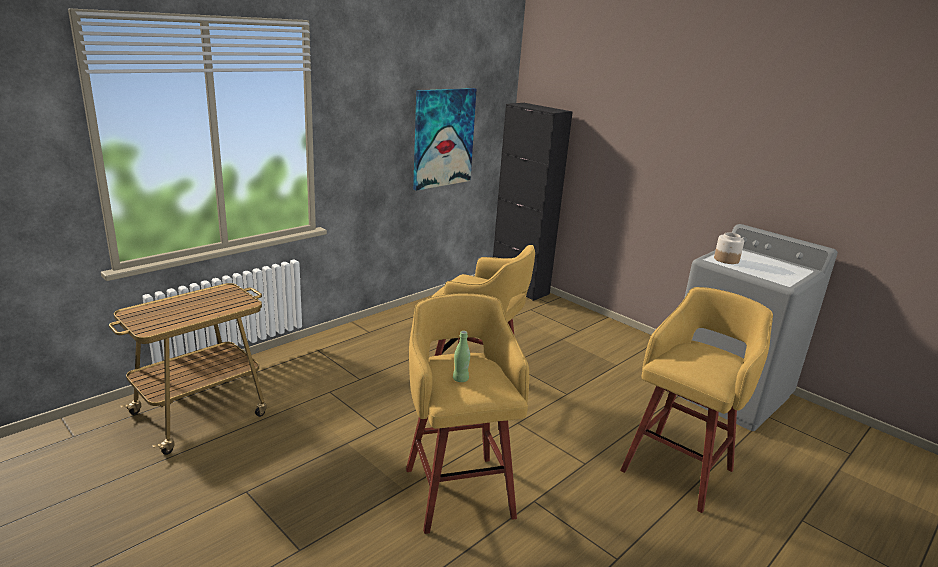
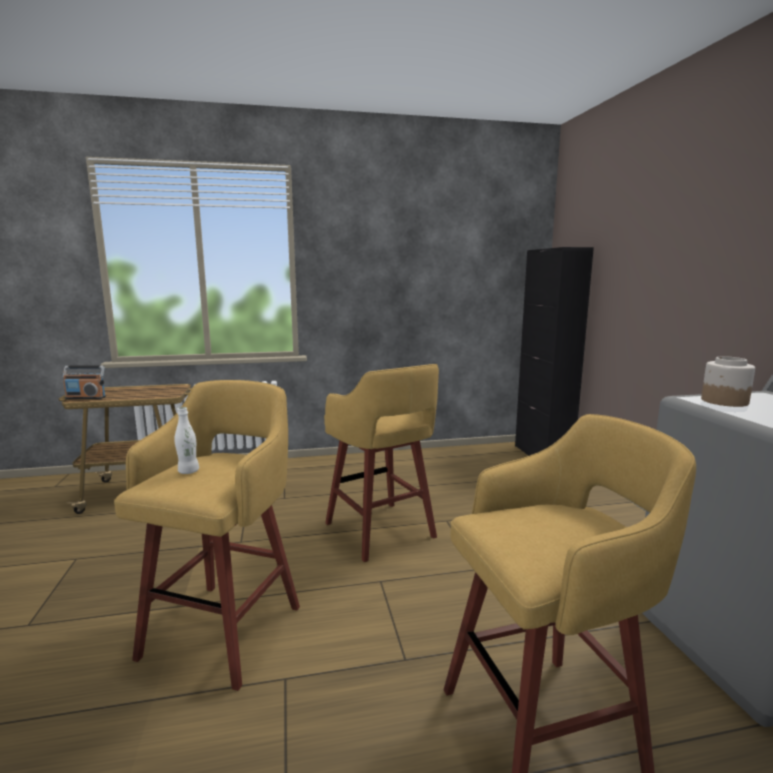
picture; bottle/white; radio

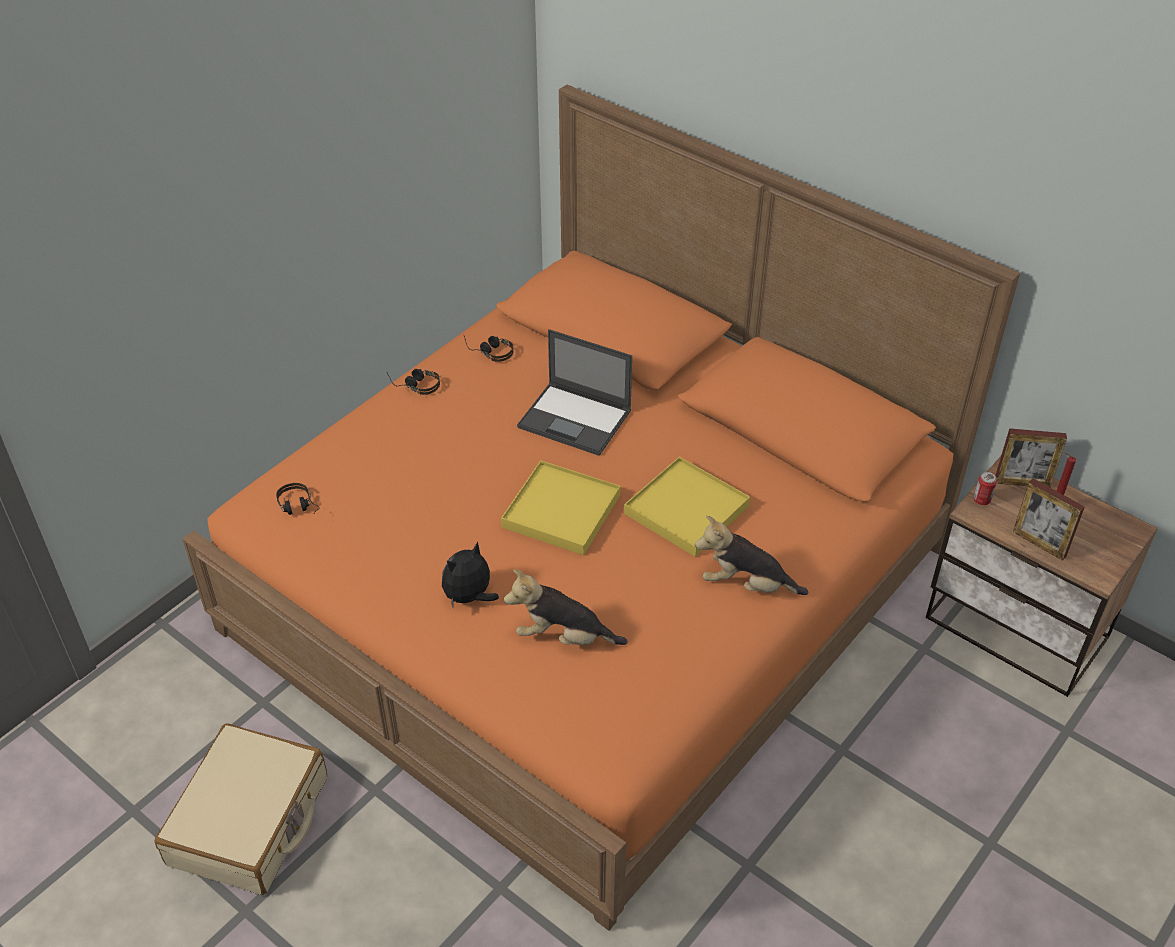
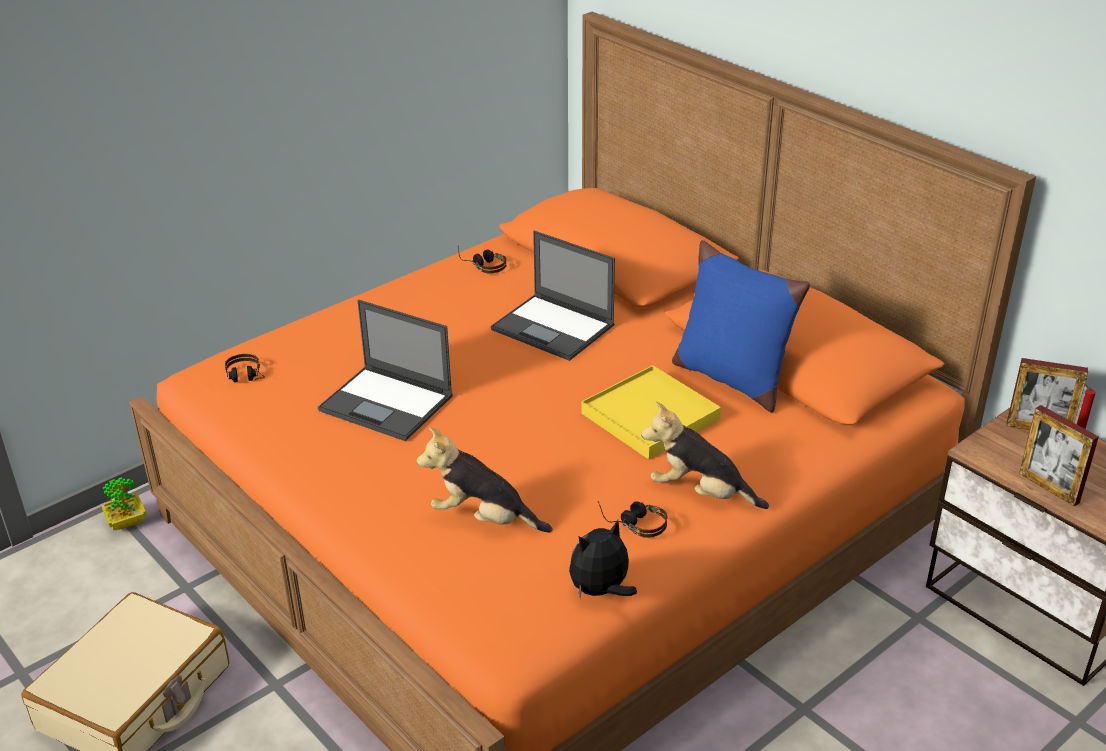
headphones (no. 3 from left); tray/yellow (no. 1 from left in the first image); can; plush toy (no. 2 from left); pillow/blue; laptop (no. 1 from left); potted plant

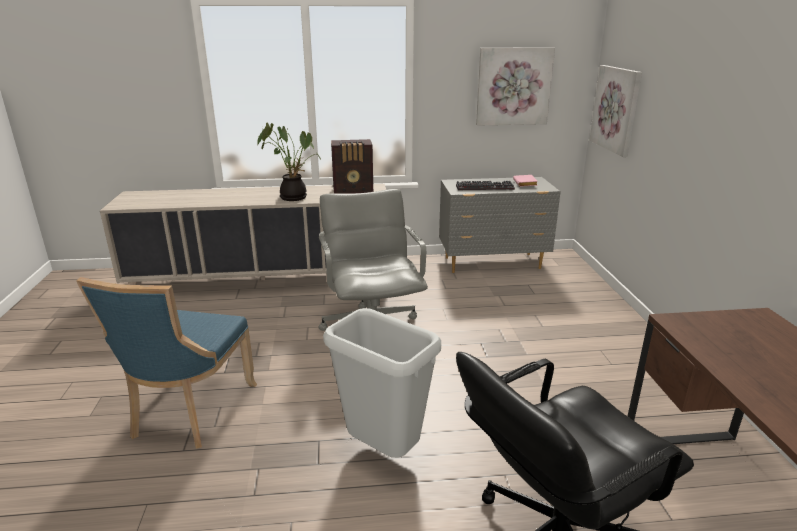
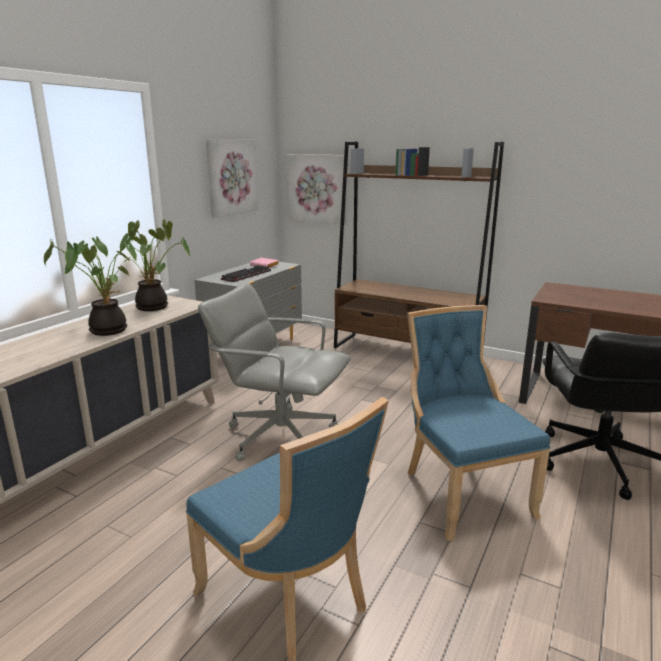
potted plant (no. 2 from left); chair/blue (no. 2 from left); bookcase/brown

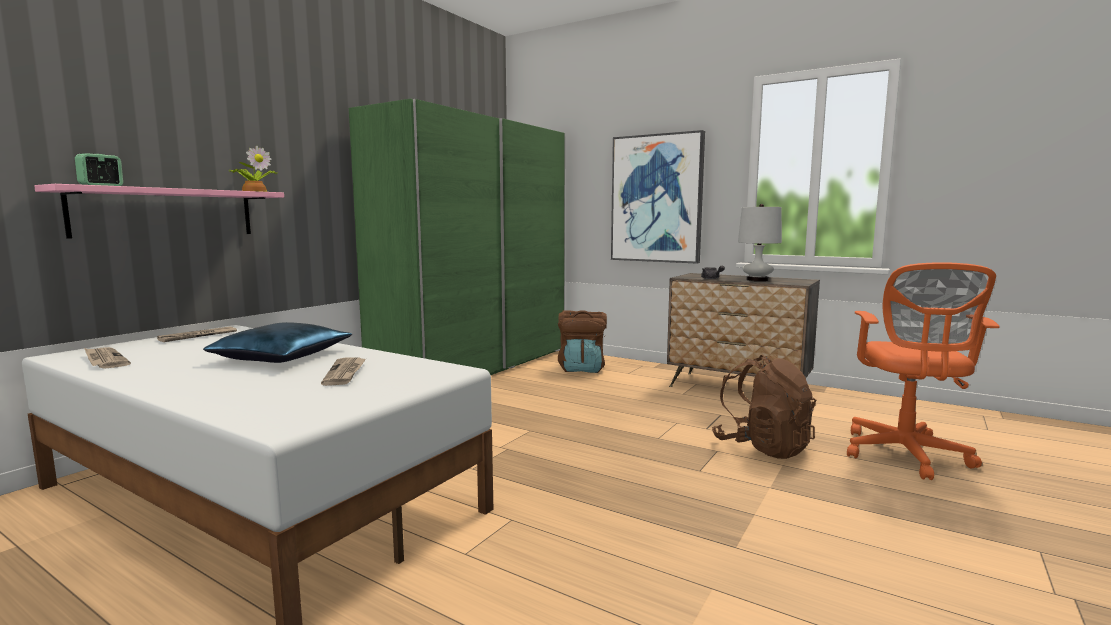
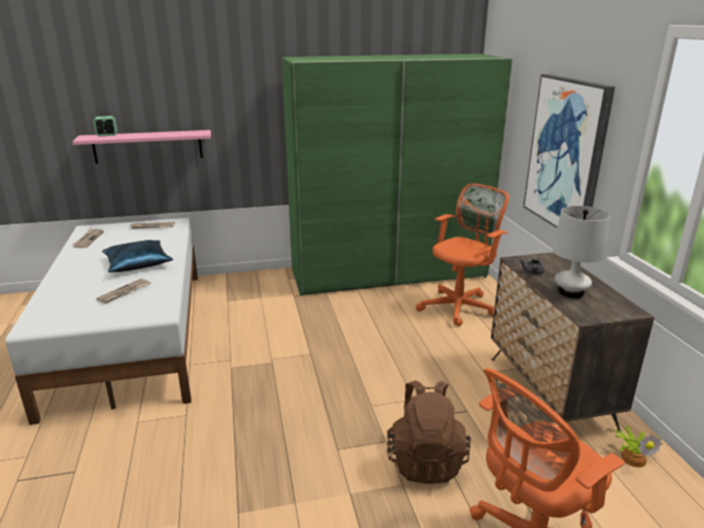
potted plant; office chair/orange (no. 1 from left)

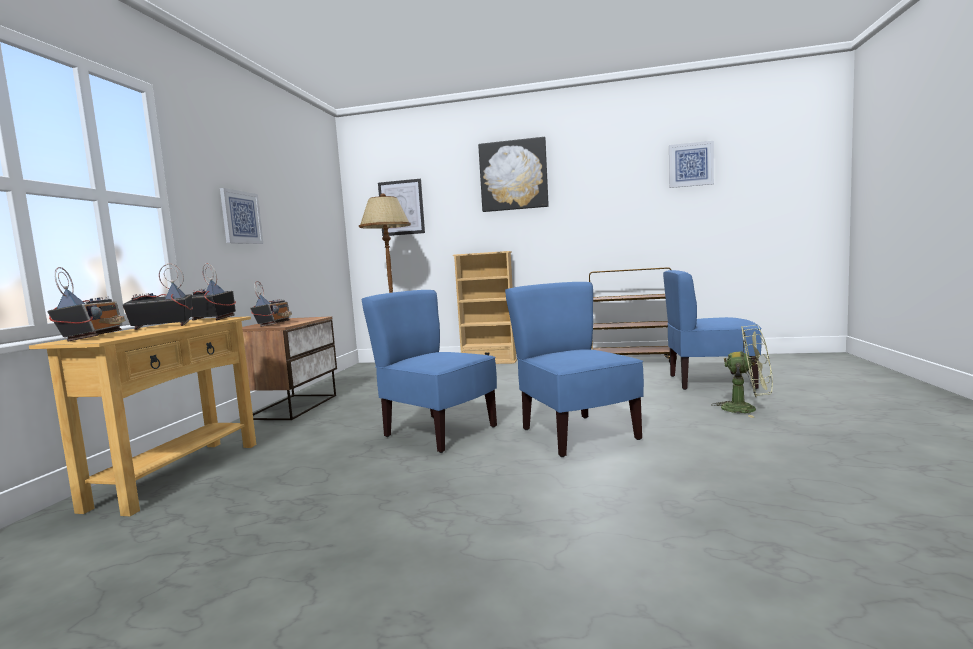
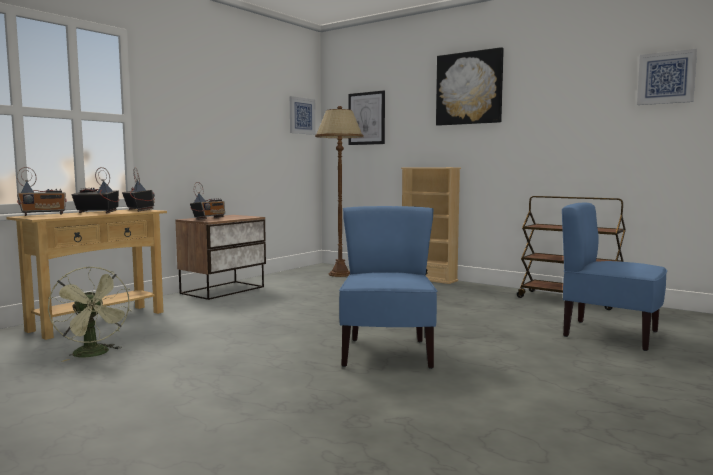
picture (no. 1 from left); radio (no. 1 from left); chair/blue (no. 1 from left in the first image); fan/green

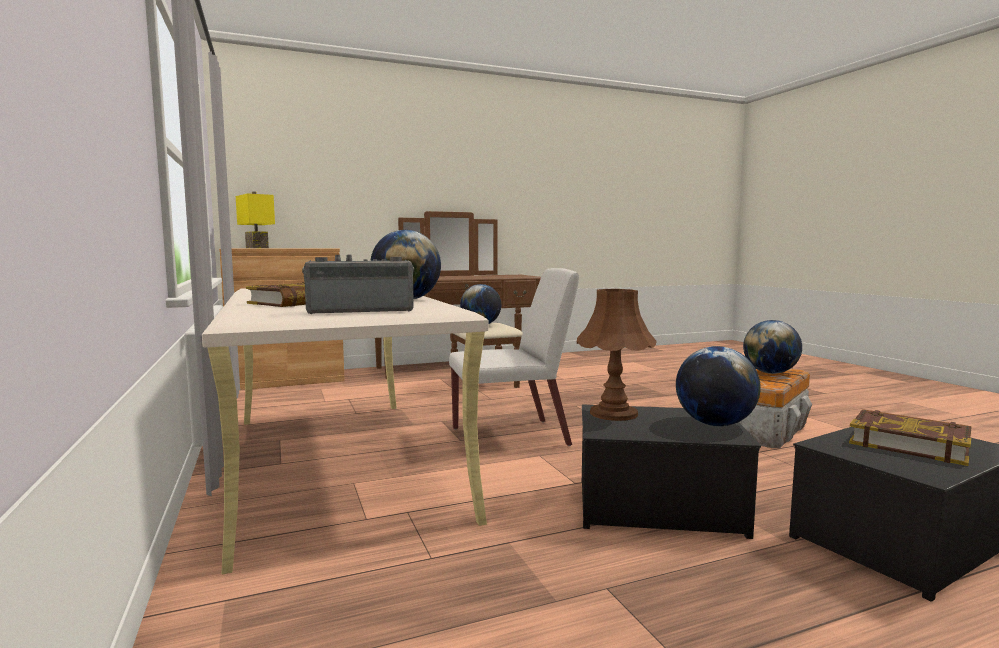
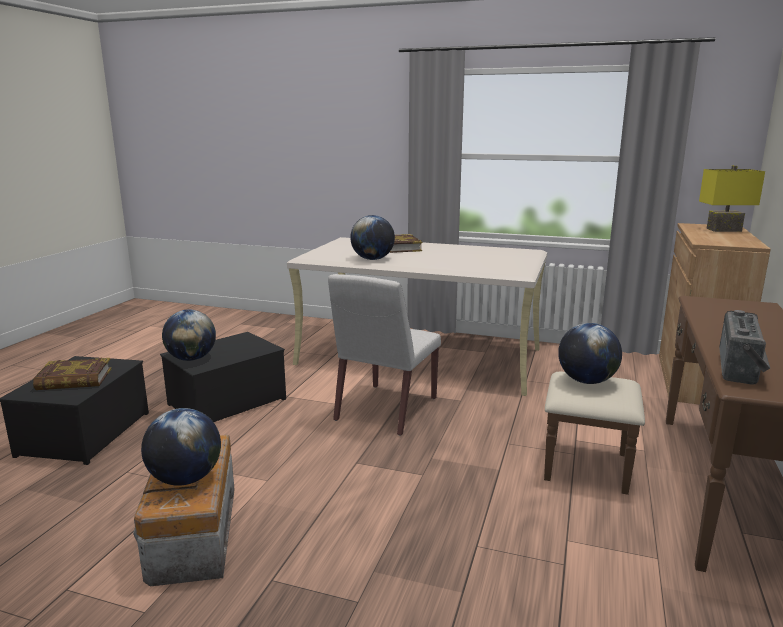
radio; table lamp/brown

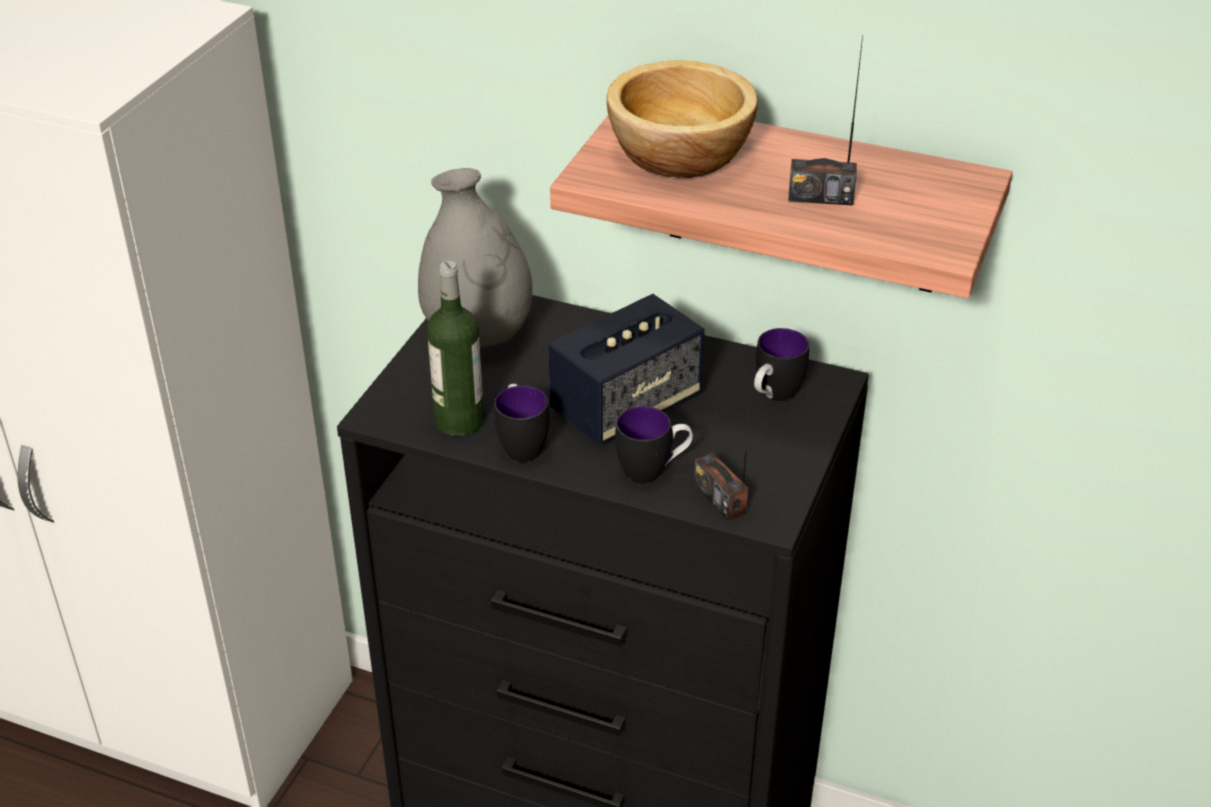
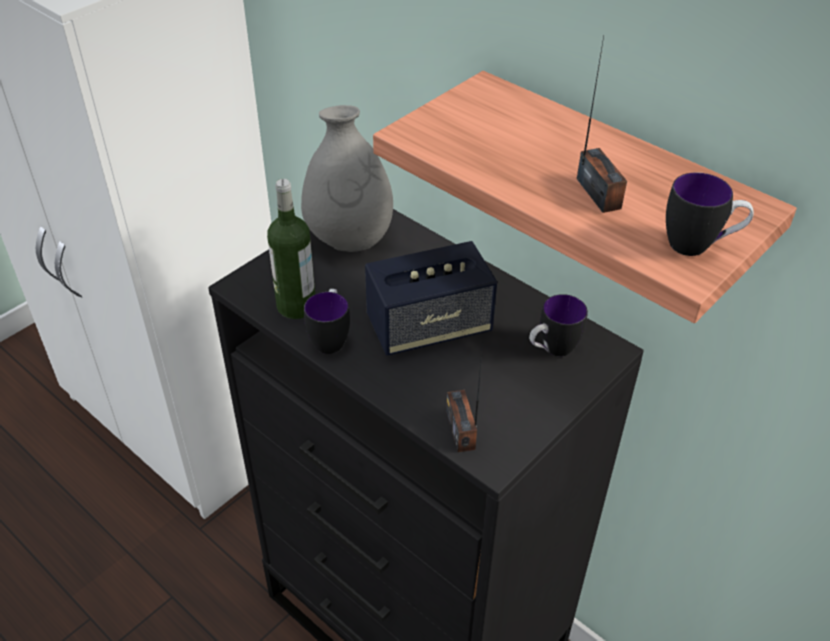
radio (no. 2 from left); bowl; mug (no. 3 from left)

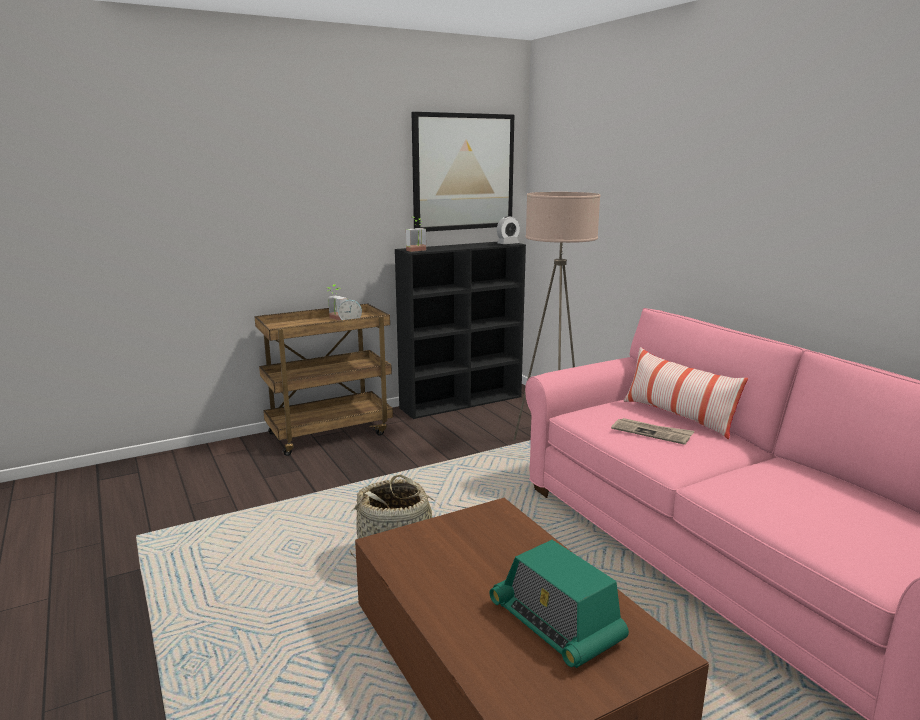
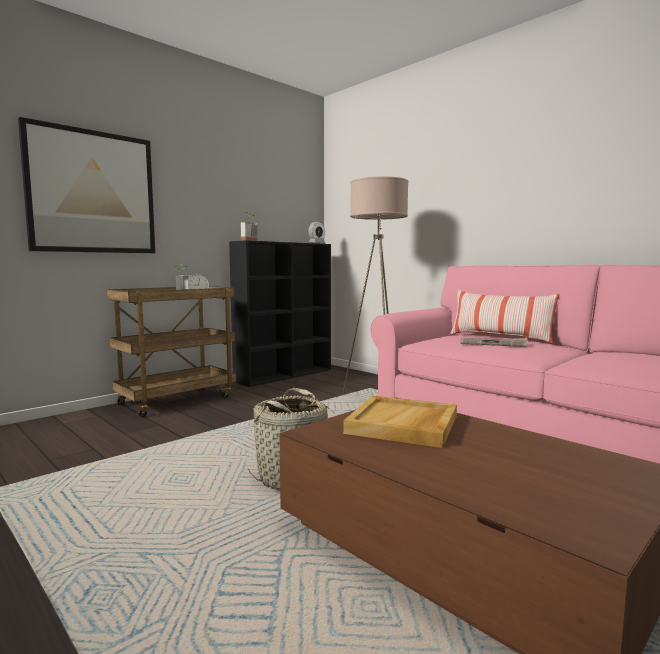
picture; radio; tray/beige

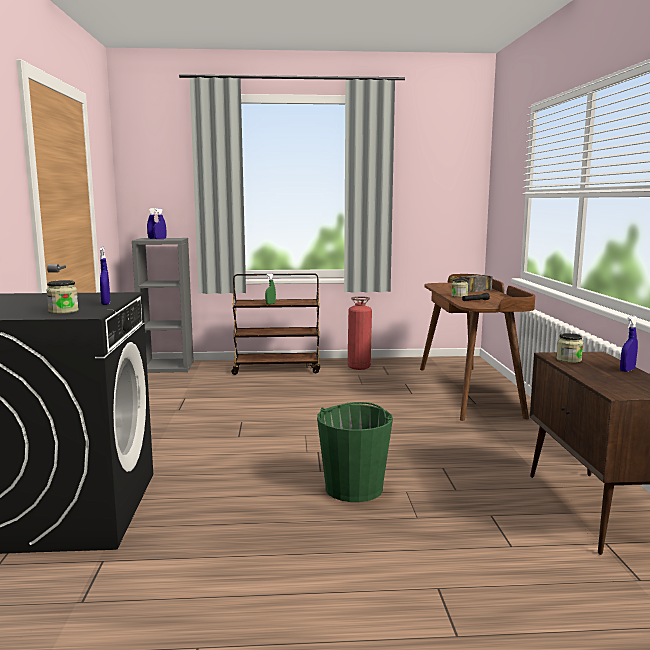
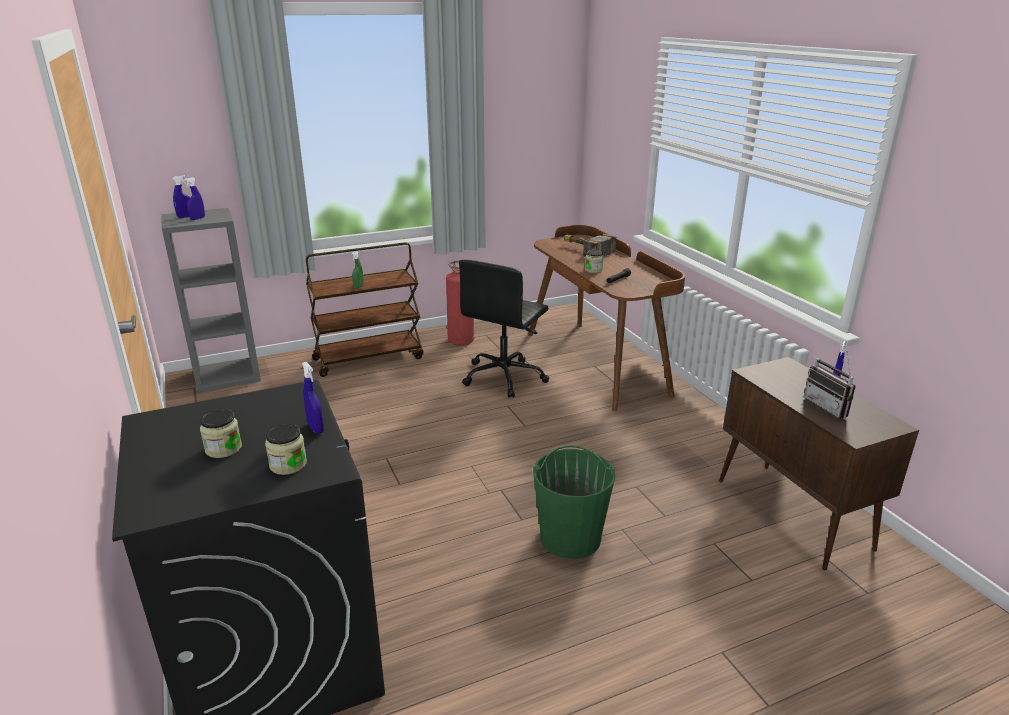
jar (no. 1 from left); office chair/black; radio

